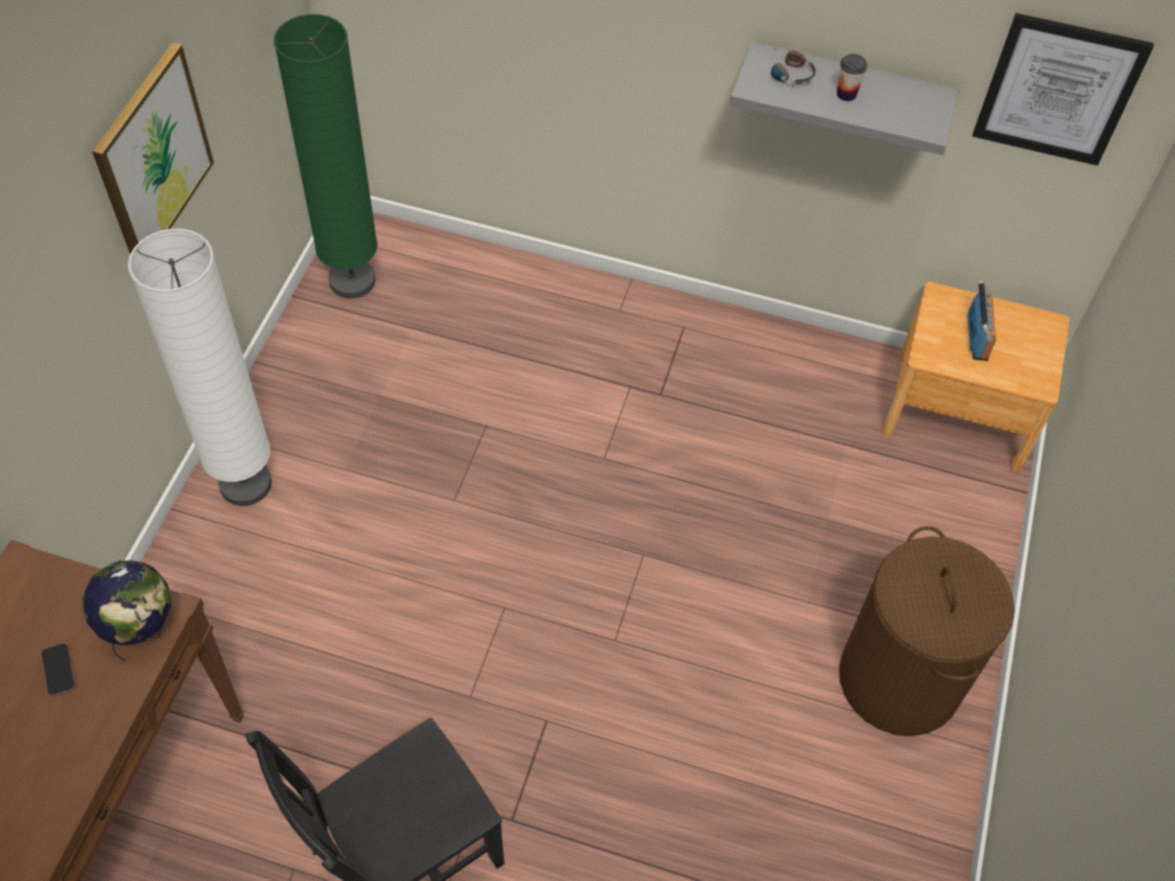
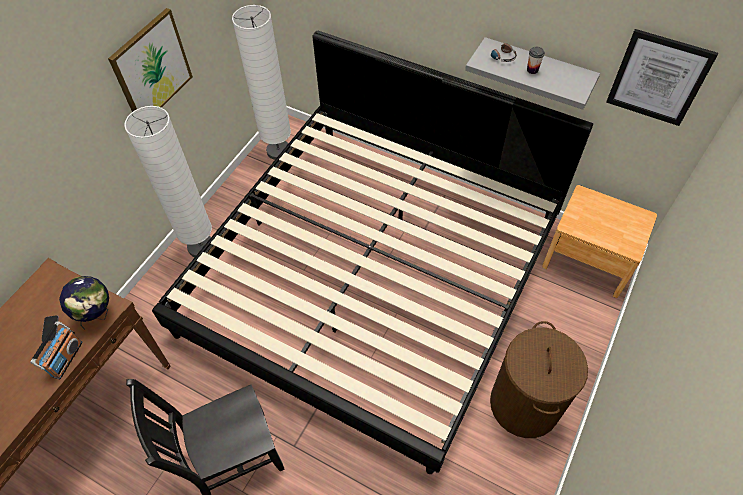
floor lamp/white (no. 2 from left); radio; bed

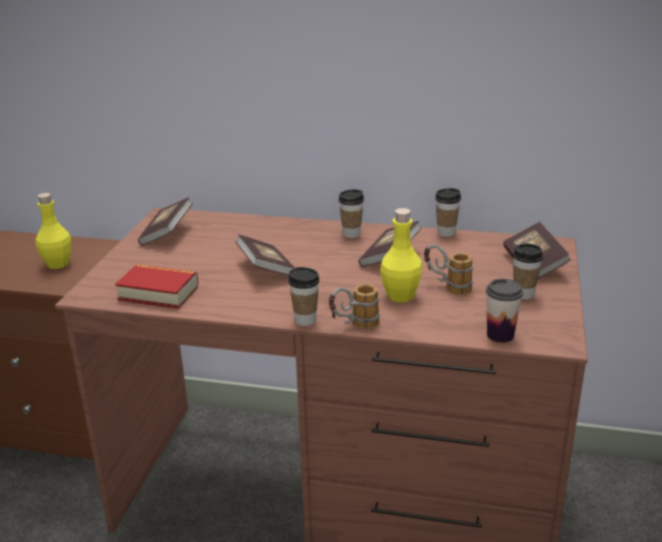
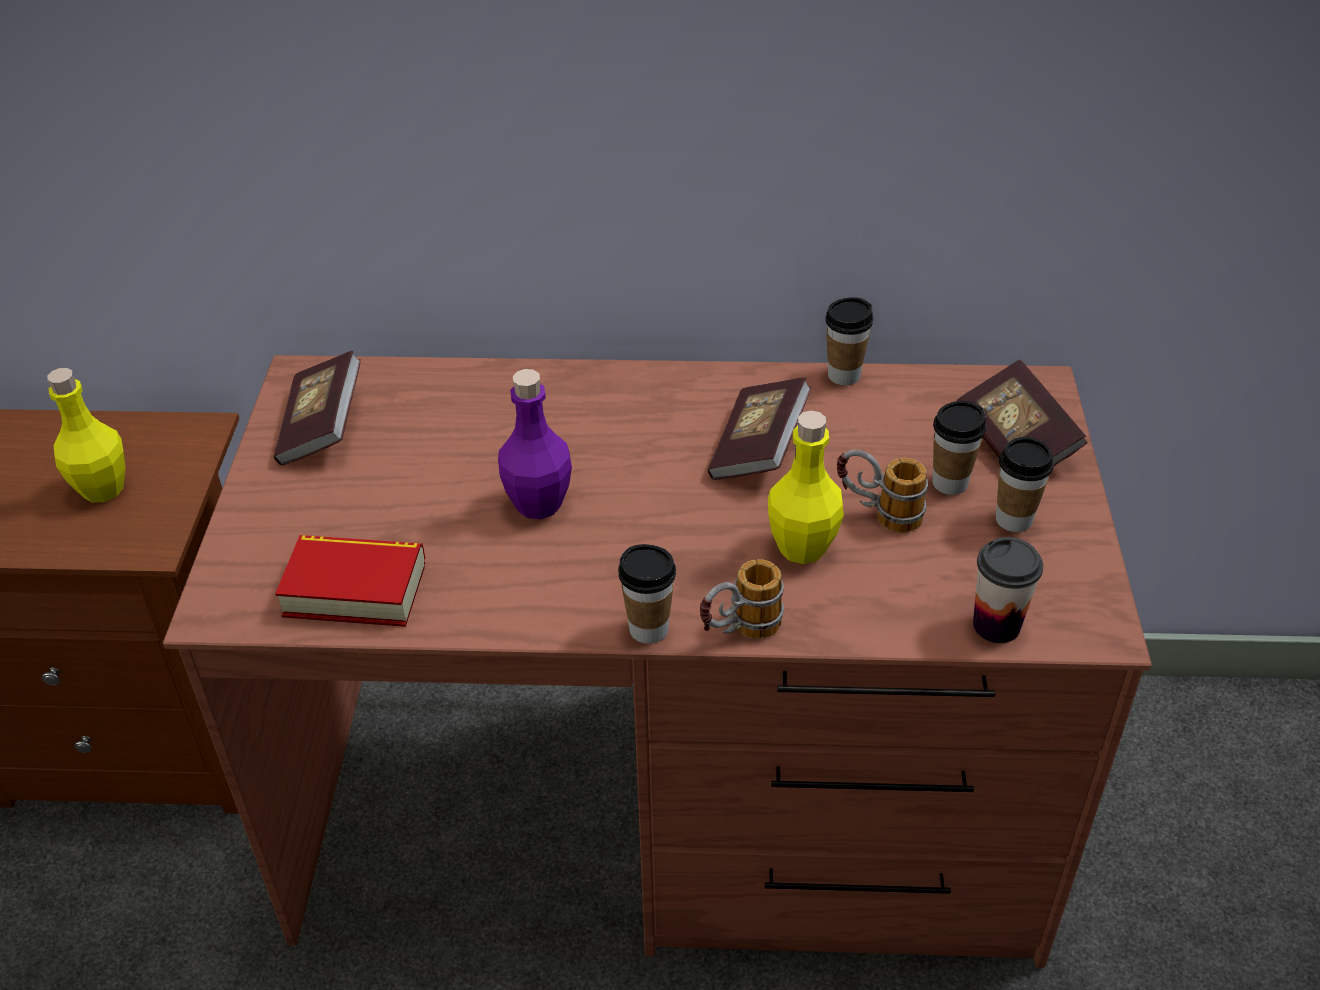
cup (no. 3 from left); bottle/purple

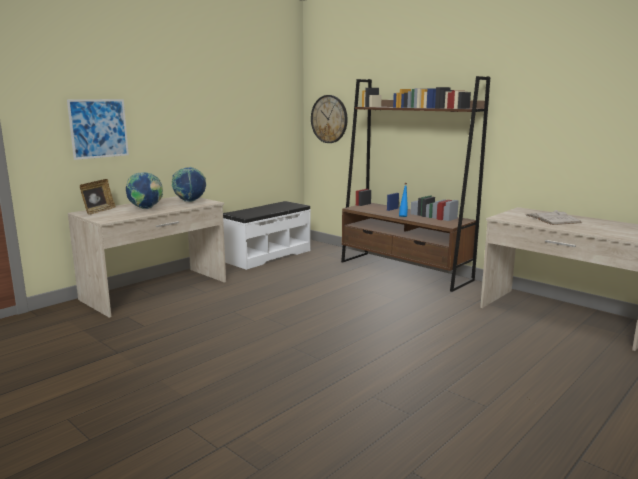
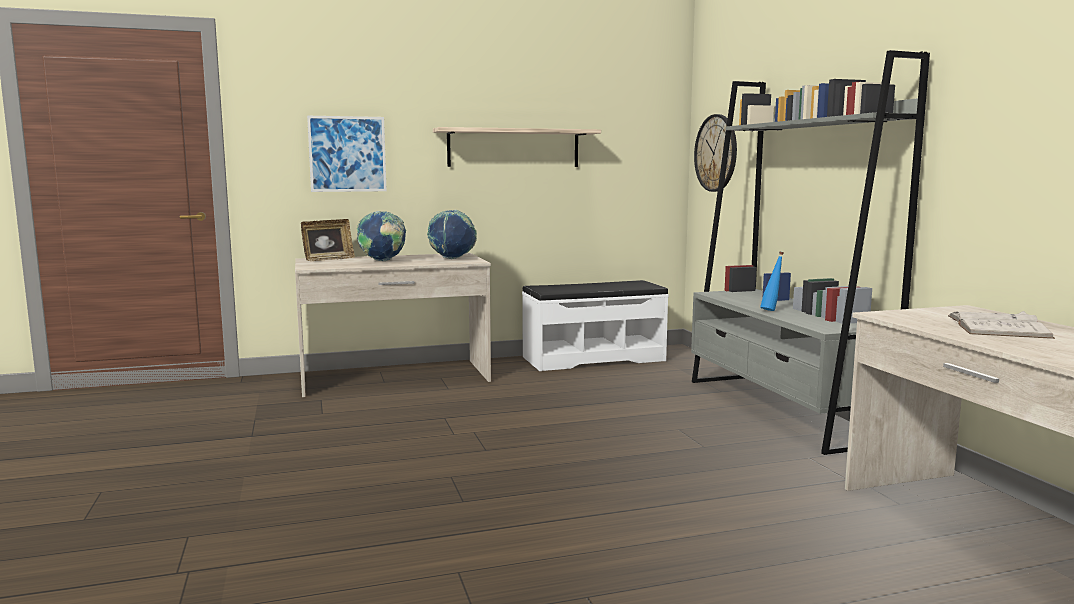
bookcase/grey; shelf

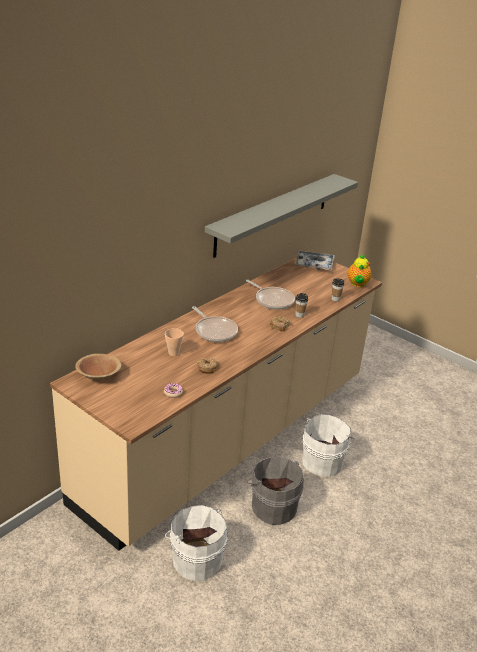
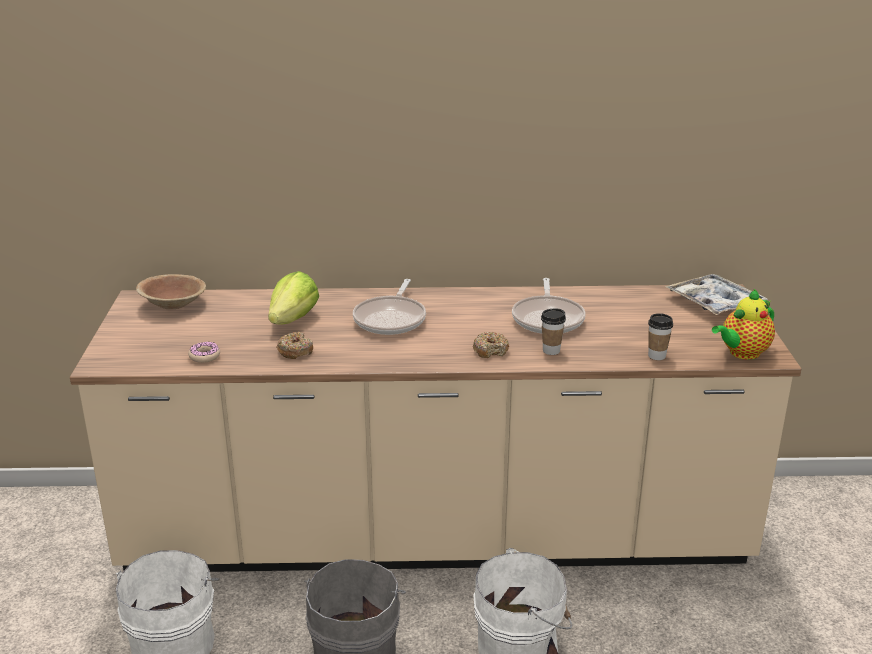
shelf/grey; lettuce

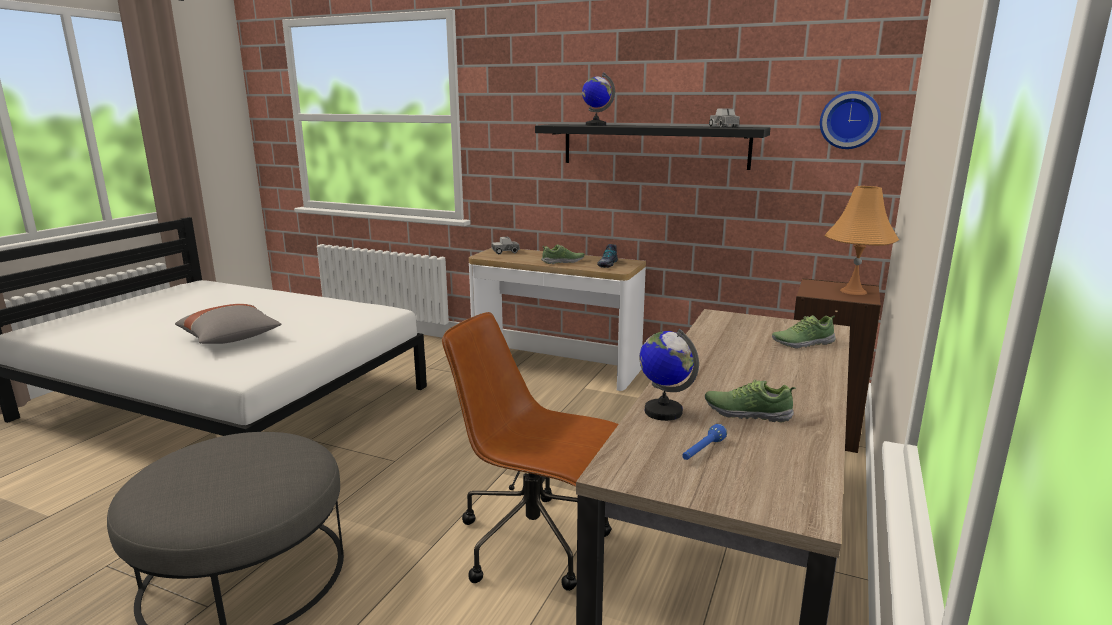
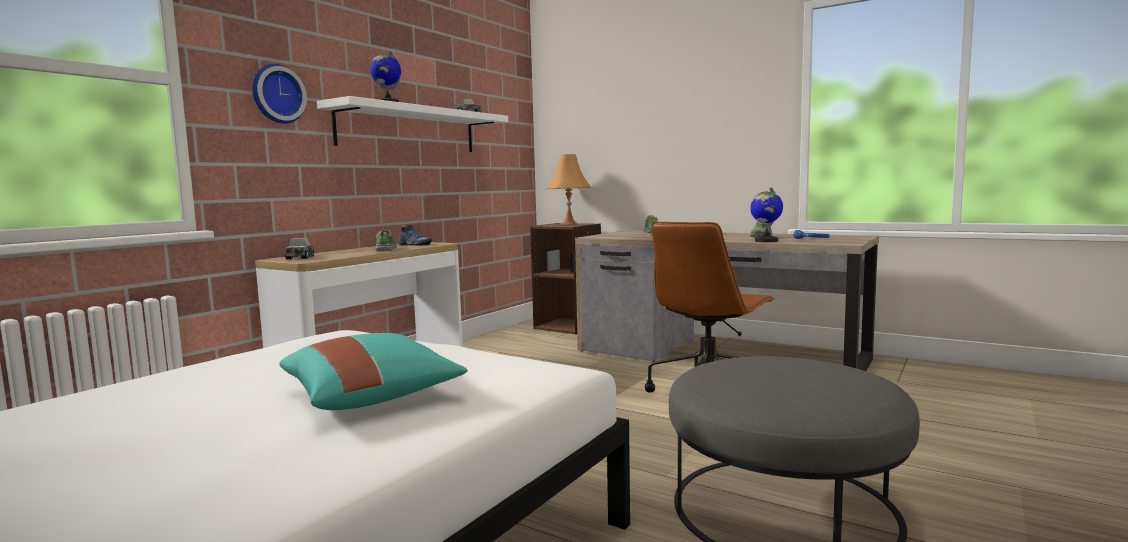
wall clock; shelf/white; pillow/turquoise

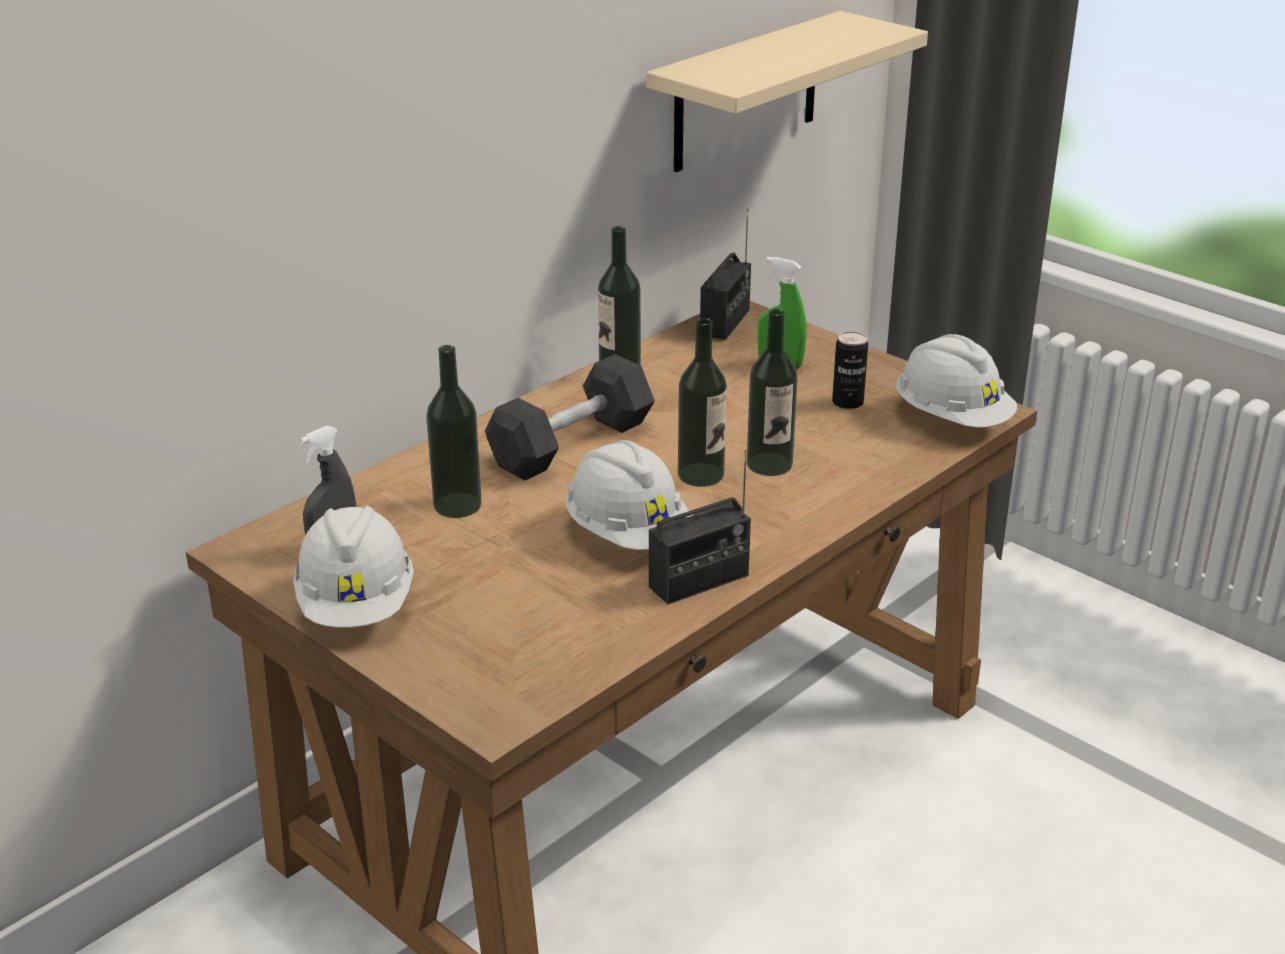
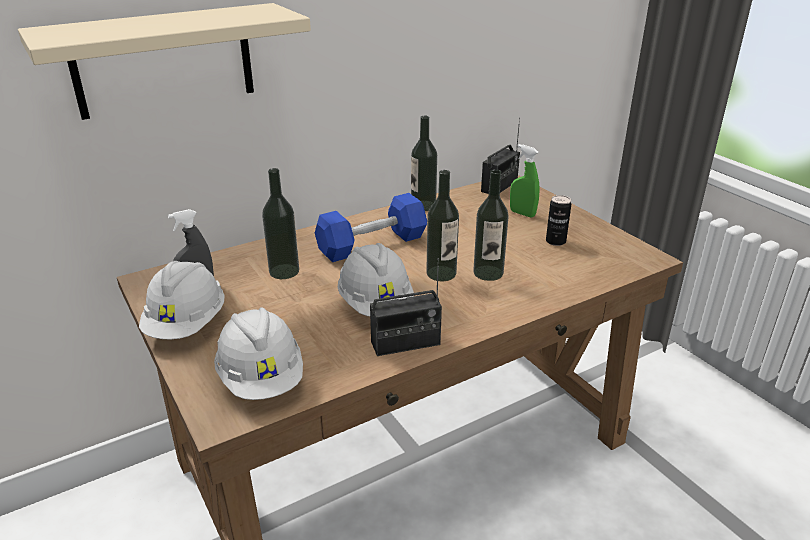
shelf/beige; hard hat/white (no. 2 from left); dumbbell/blue

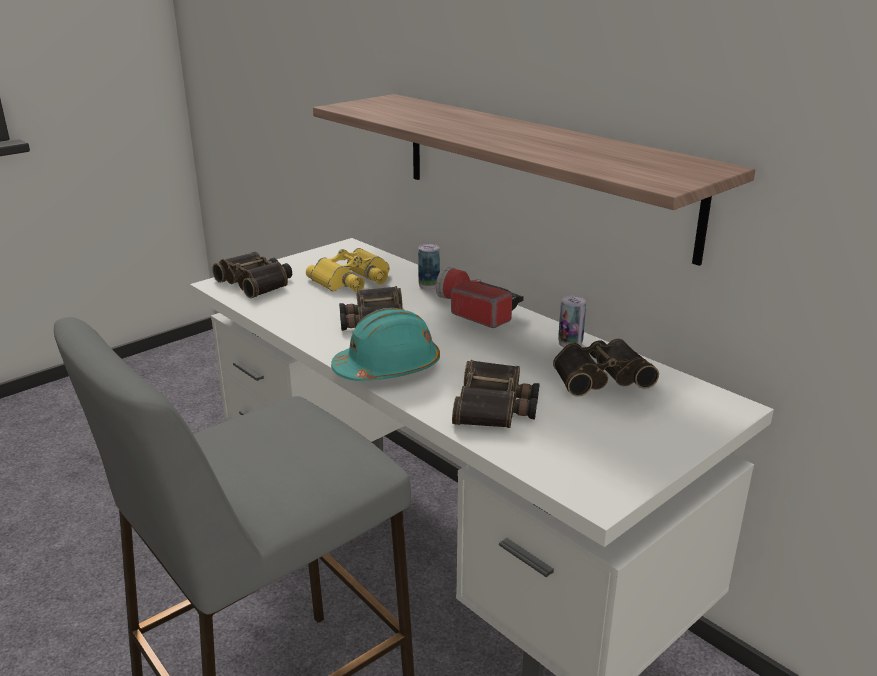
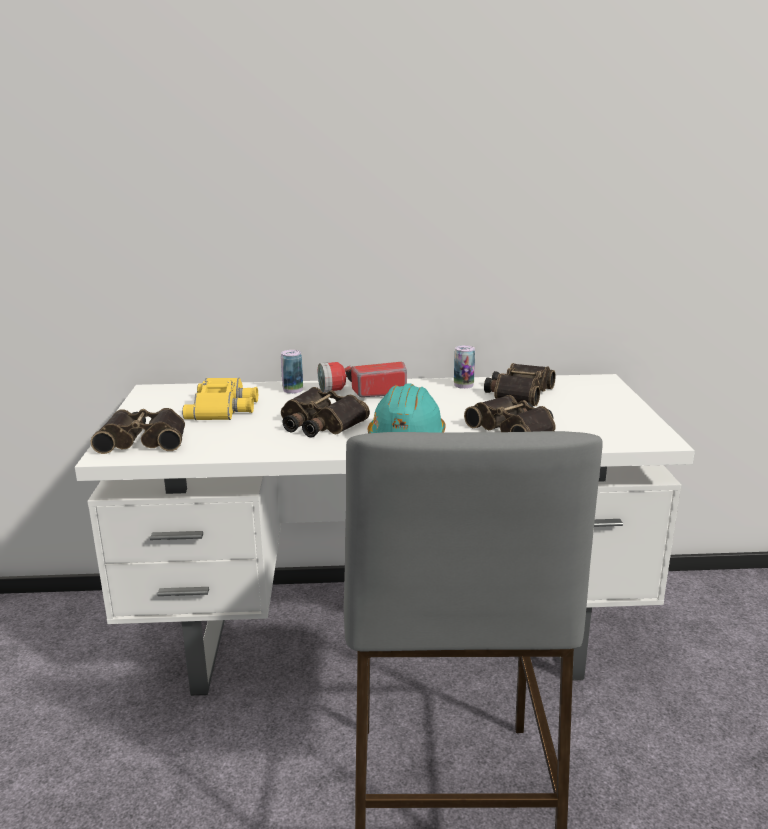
shelf

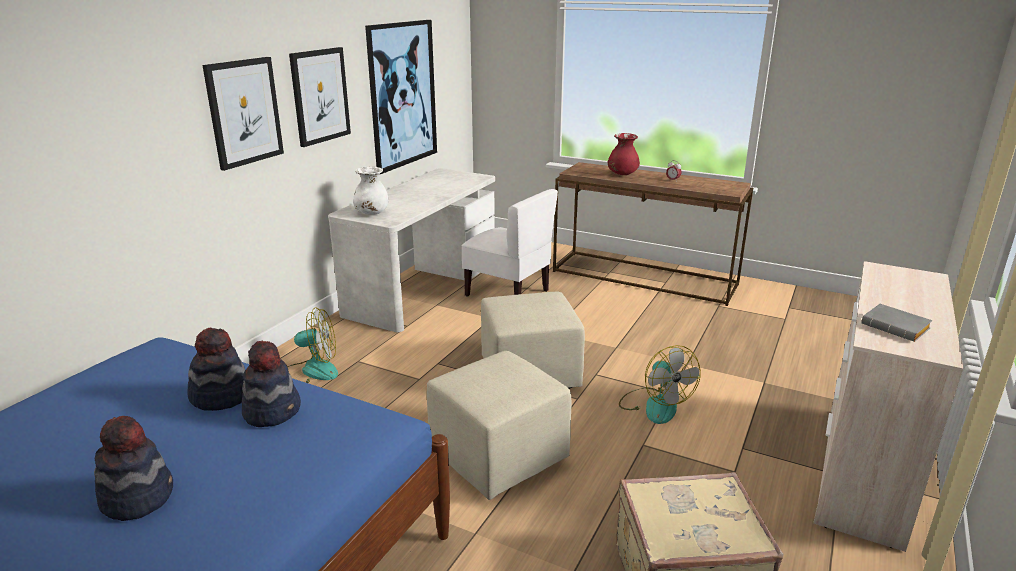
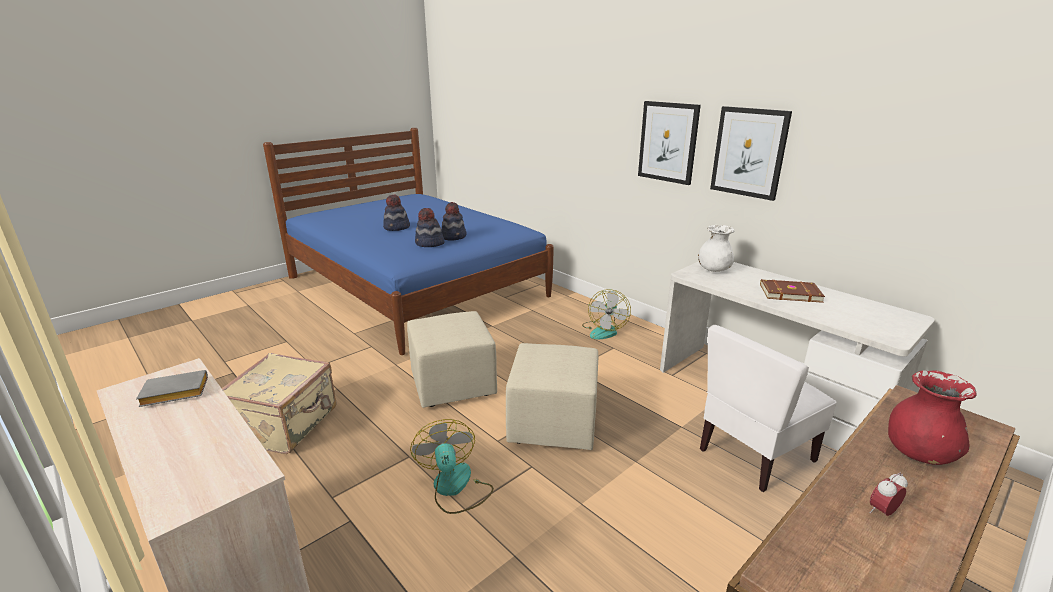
picture (no. 3 from left in the first image); fan (no. 1 from left); book/brown

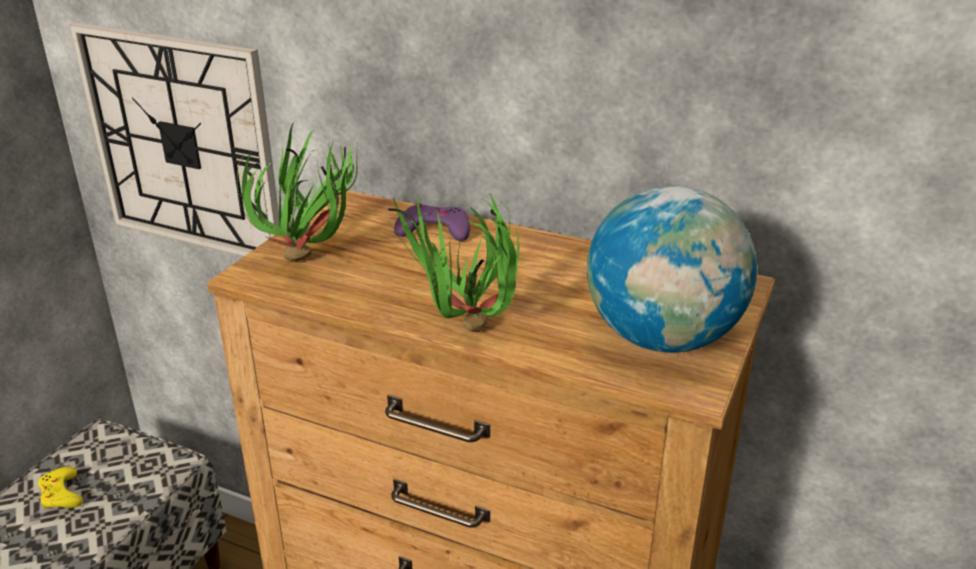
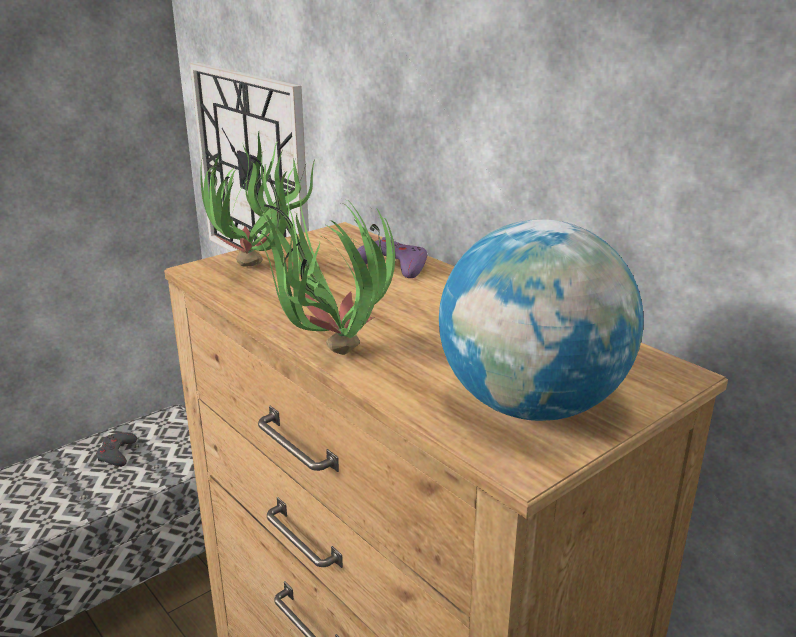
game controller/grey

